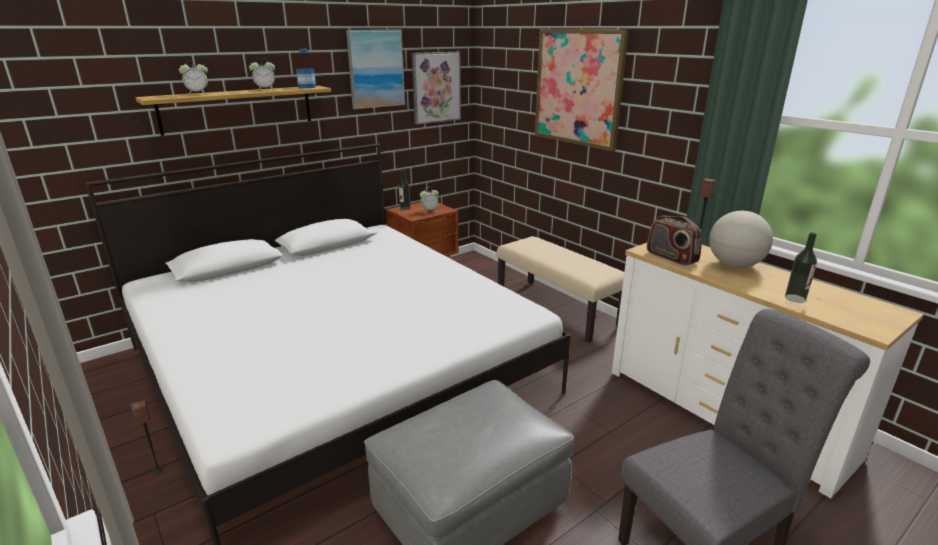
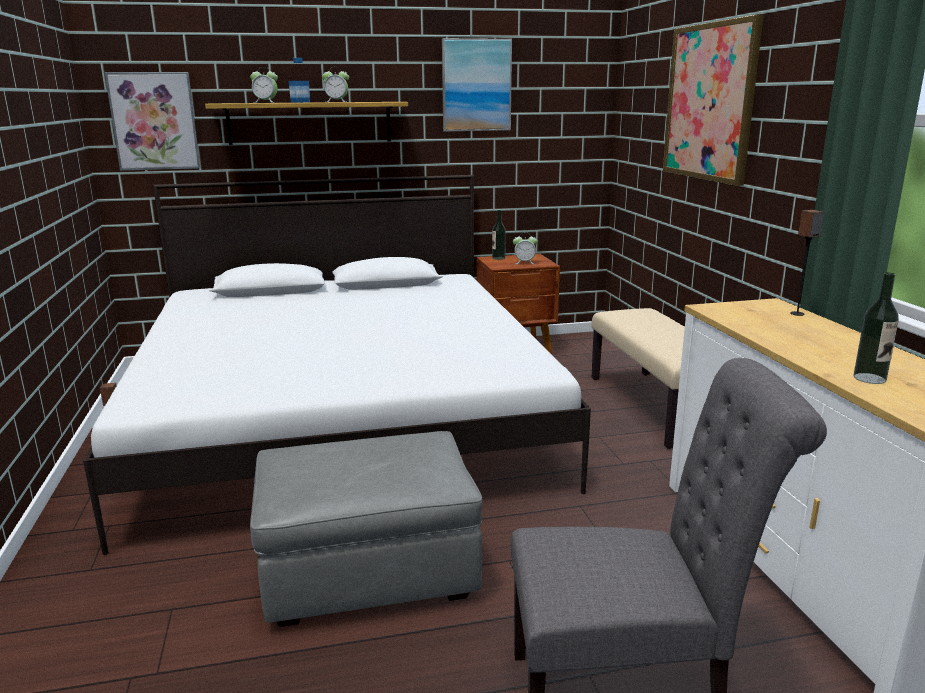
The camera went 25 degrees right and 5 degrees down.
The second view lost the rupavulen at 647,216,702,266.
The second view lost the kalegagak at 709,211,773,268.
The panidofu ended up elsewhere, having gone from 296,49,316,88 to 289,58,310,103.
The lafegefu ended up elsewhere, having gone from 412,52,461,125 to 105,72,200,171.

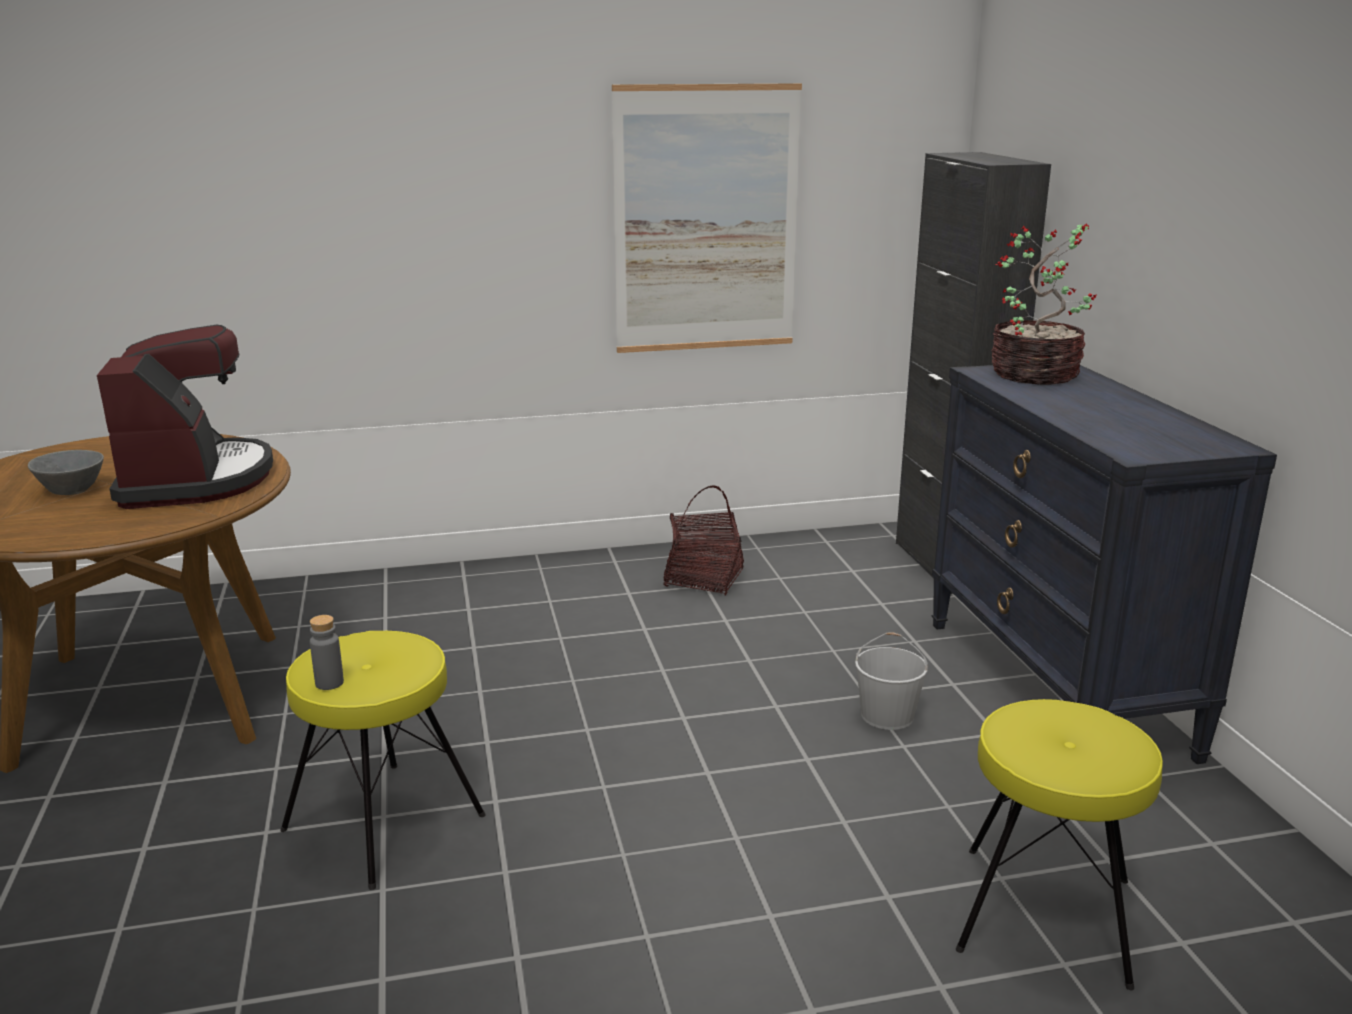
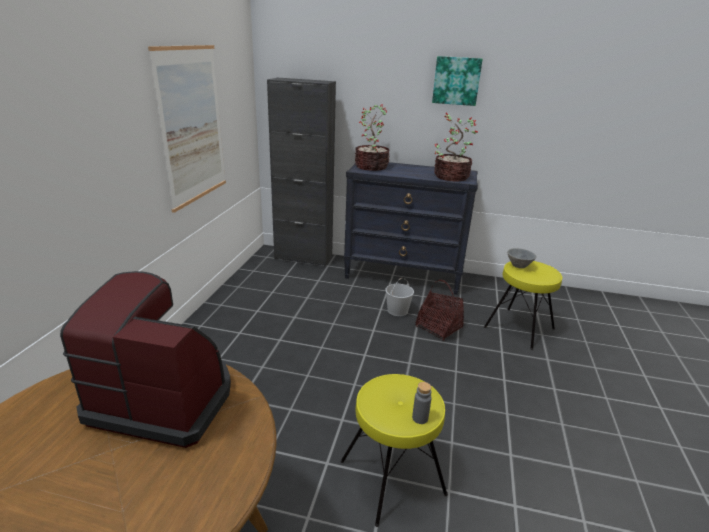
The camera went 65 degrees left and 5 degrees up.
The second view gained the lafegefu at 432,56,483,106.
The second view gained the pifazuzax at 434,112,478,181.
The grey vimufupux ended up elsewhere, having gone from 28,450,104,495 to 507,248,537,268.
The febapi ended up elsewhere, having gone from 664,486,744,596 to 415,280,464,341.

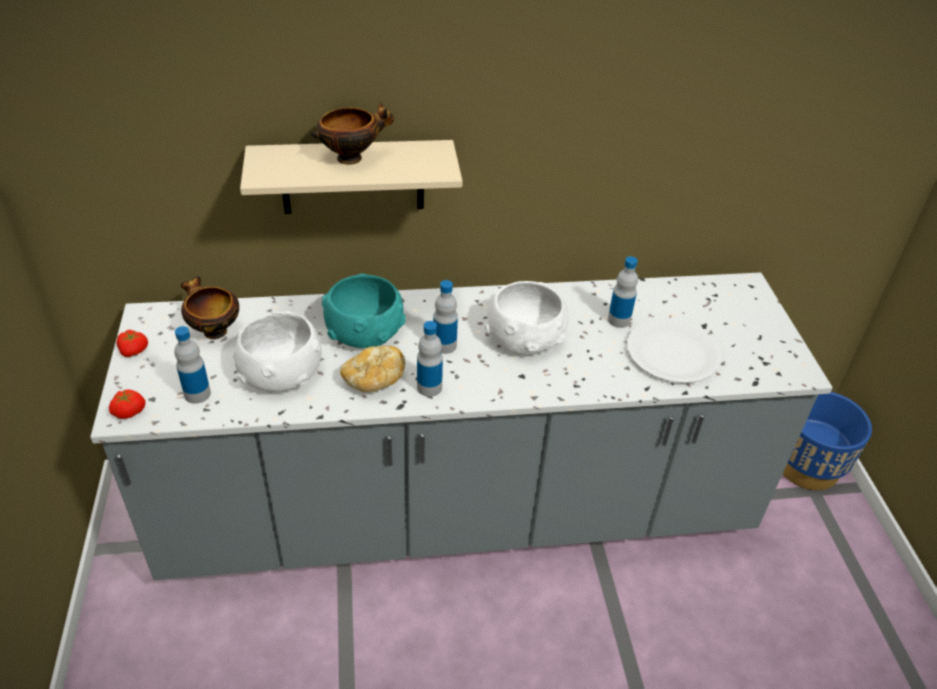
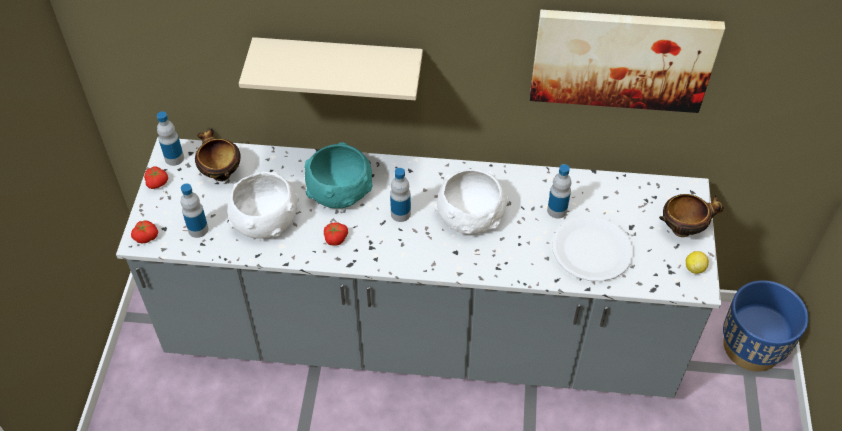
The camera went 15 degrees right and 10 degrees up.
The second view gained the lafegefu at 530,10,725,113.
The second view gained the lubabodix at 686,251,709,274.
The vimufupux ended up elsewhere, having gone from 311,102,394,165 to 659,194,724,237.
The panidofu ended up elsewhere, having gone from 417,321,443,397 to 157,111,184,166.
Where the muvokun stood at 340,346,405,392, the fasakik came to stand at 324,222,348,246.

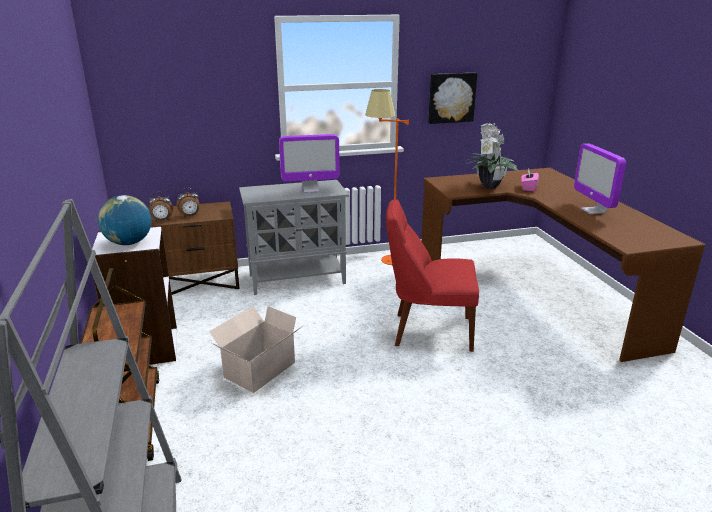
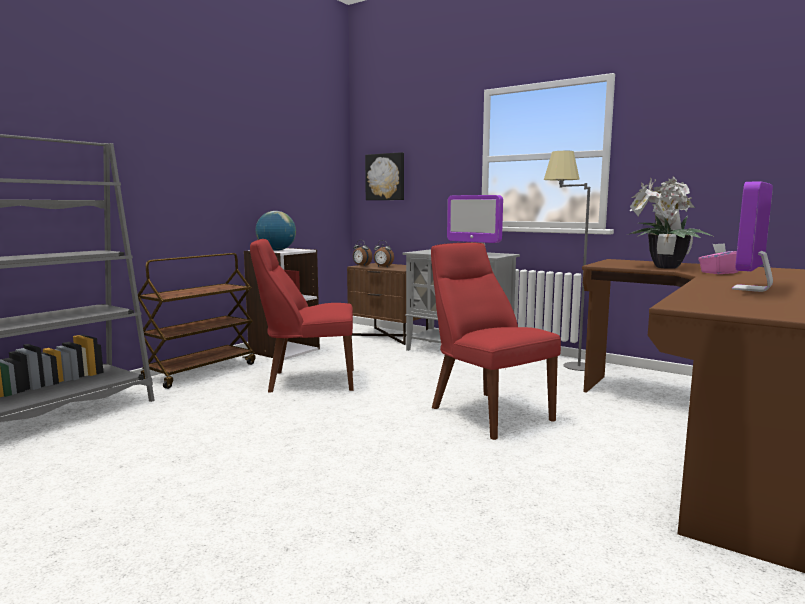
The camera went 50 degrees right and 15 degrees down.
The lafegefu ended up elsewhere, having gone from 428,73,477,124 to 365,152,404,200.
Where the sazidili stood at 209,306,301,393, the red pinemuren came to stand at 250,239,354,392.
What was the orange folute at 365,89,409,265 turned into the grey folute at 544,151,590,371.

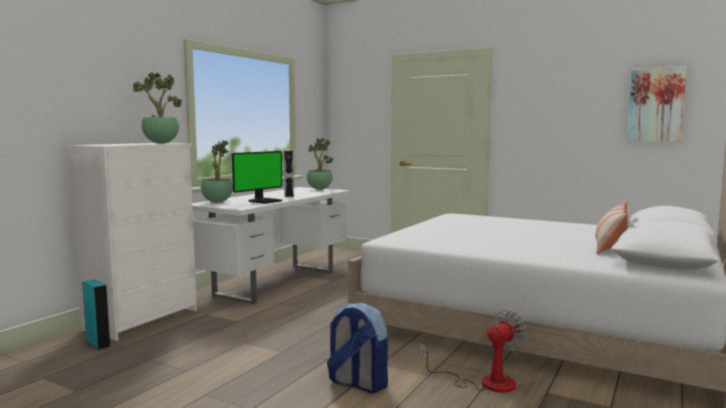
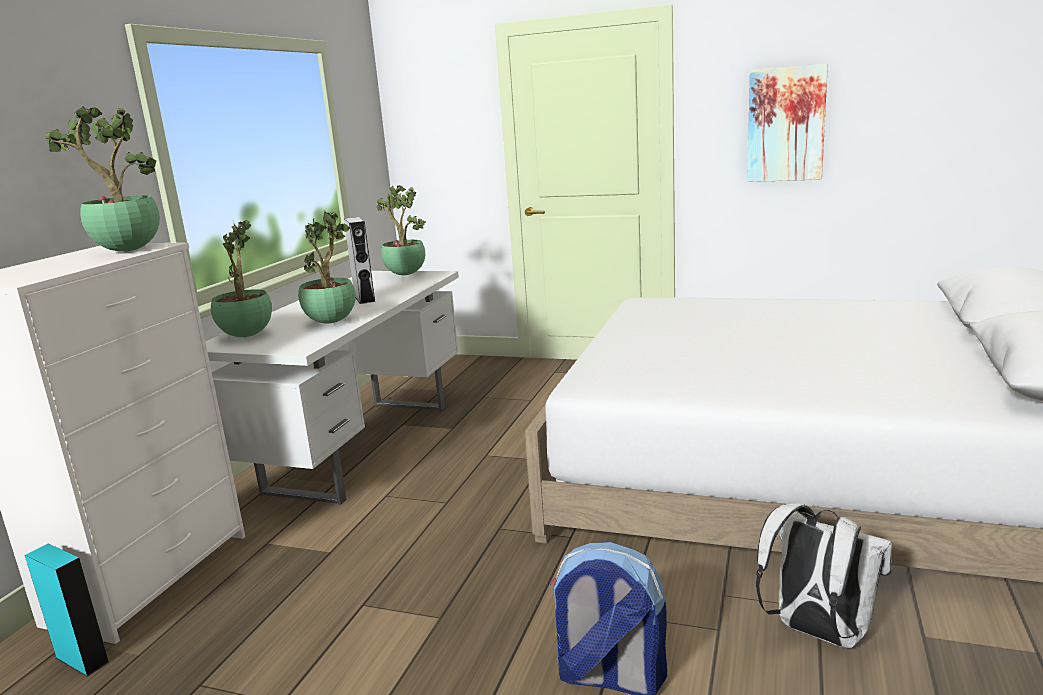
The camera went 10 degrees left and 10 degrees up.
The second view lost the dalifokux at 595,201,628,254.
The lafegefu ended up elsewhere, having gone from 627,66,687,142 to 747,64,828,182.
Where the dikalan stood at 232,151,282,204, the pifazuzax came to stand at 298,211,356,324.
Where the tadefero stood at 420,310,527,393, the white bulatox came to stand at 756,503,892,648.

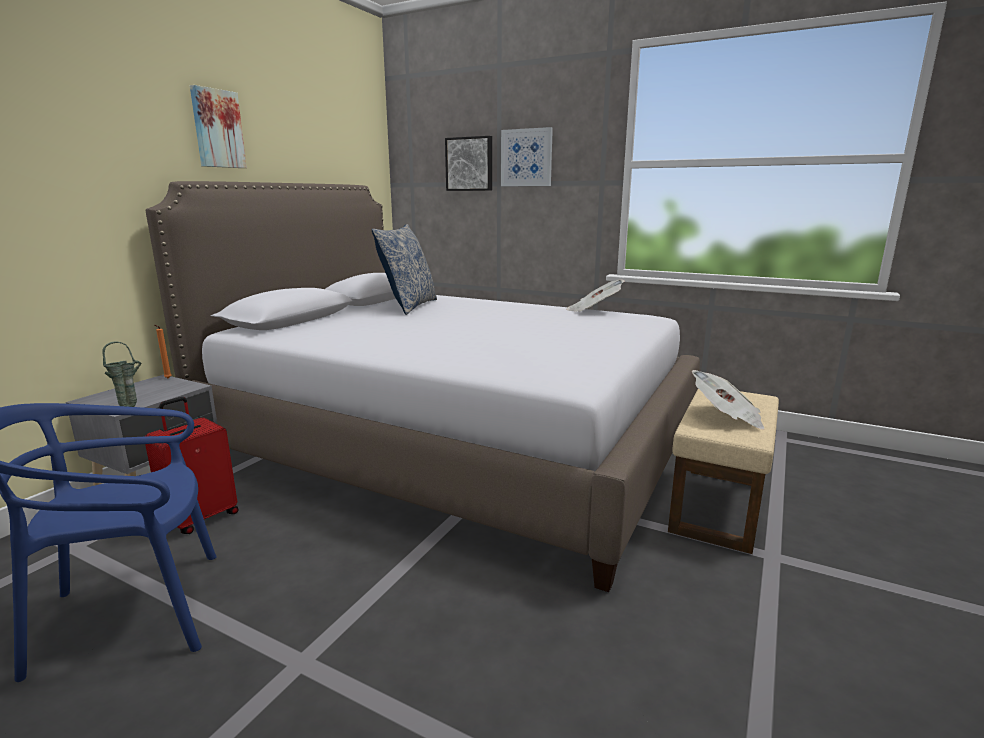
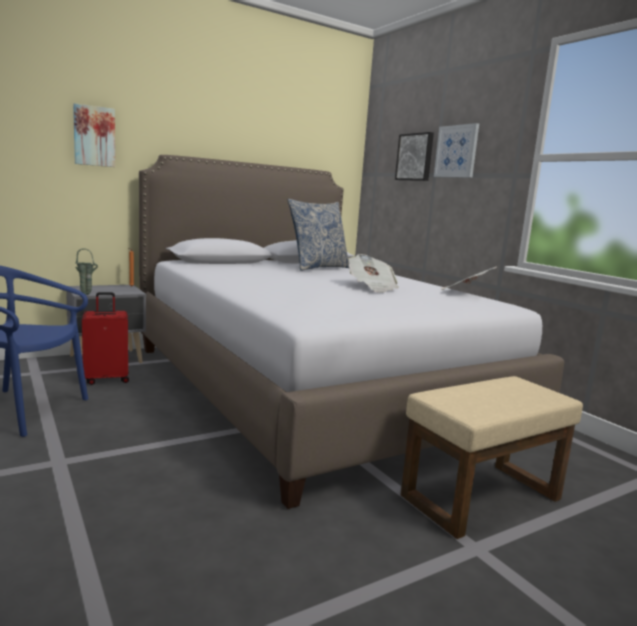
The camera went 30 degrees right and 5 degrees down.
The lafegefu ended up elsewhere, having gone from 190,85,247,168 to 73,103,115,167.
The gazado ended up elsewhere, having gone from 692,370,765,430 to 348,254,399,293.

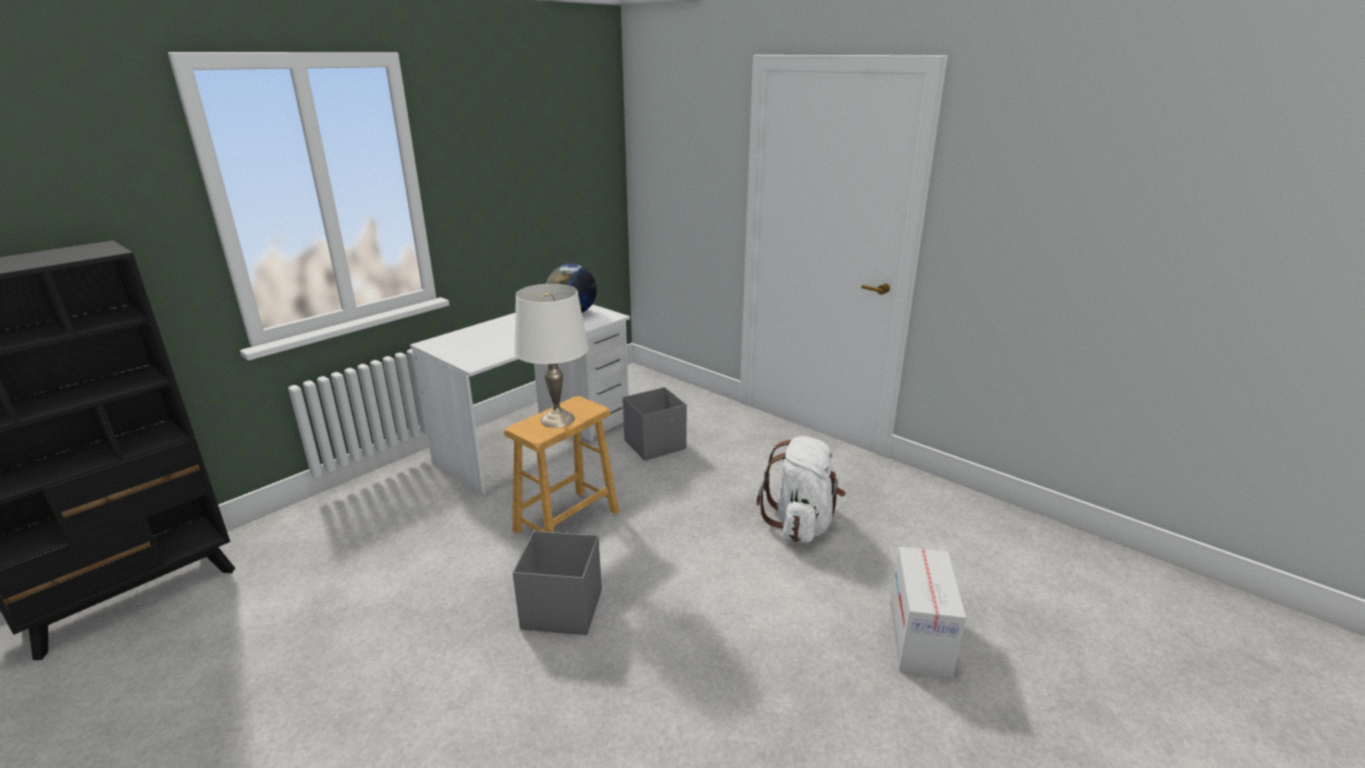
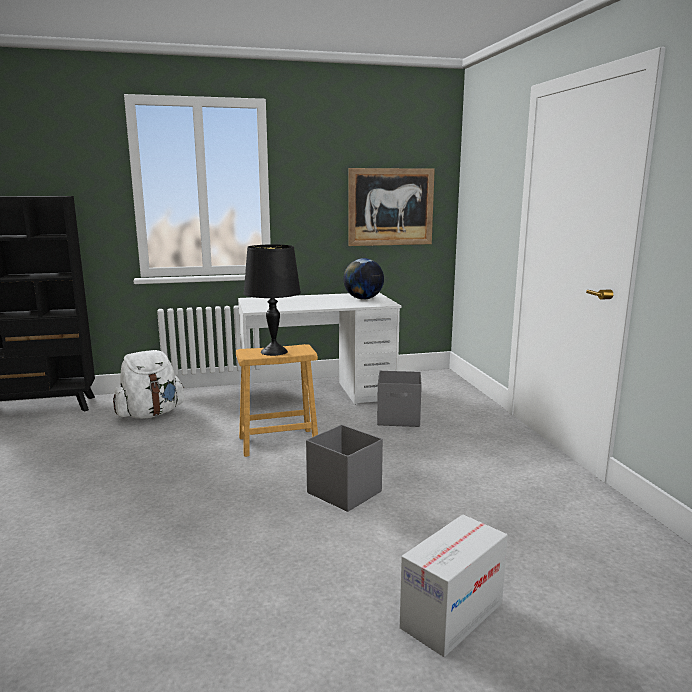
The camera went 35 degrees right and 10 degrees down.
The second view gained the lafegefu at 349,168,435,246.
The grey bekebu ended up elsewhere, having gone from 513,531,602,635 to 306,425,383,512.
The white bulatox ended up elsewhere, having gone from 757,436,846,543 to 113,350,184,419.
What was the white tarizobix at 514,284,589,428 turned into the black tarizobix at 243,244,301,356.

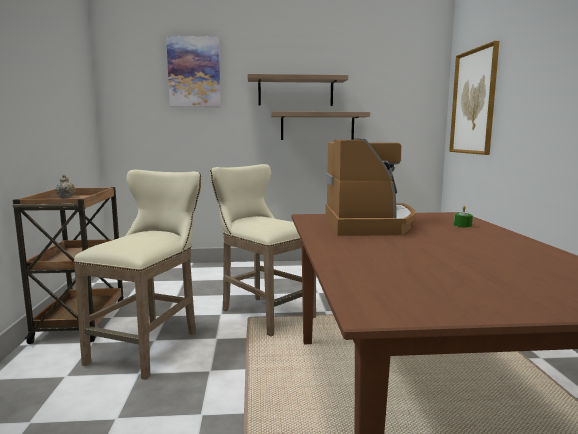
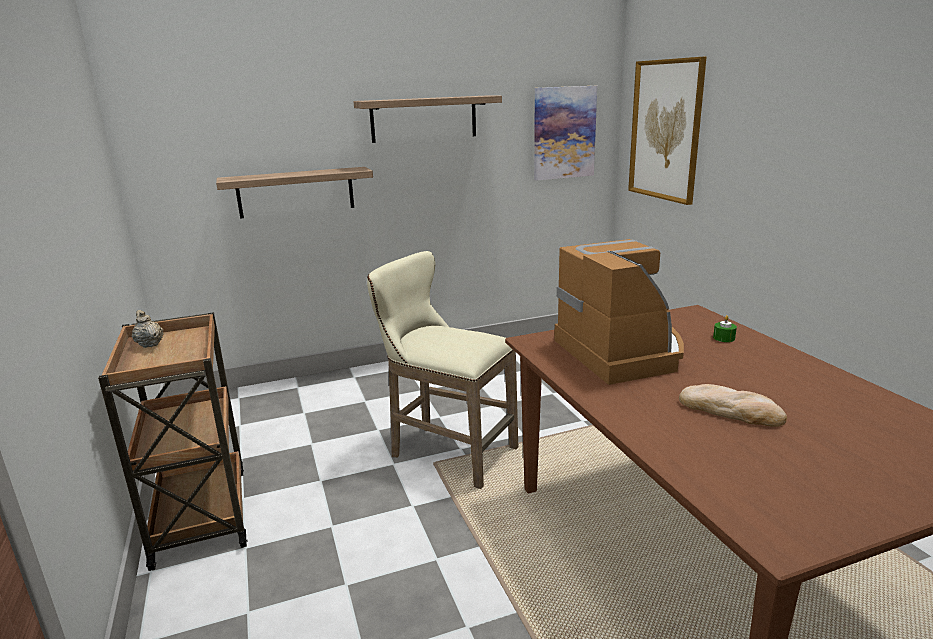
The camera went 15 degrees left and 10 degrees up.
The second view lost the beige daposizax at 73,170,202,380.
The second view gained the muvokun at 679,384,787,427.
The lafegefu ended up elsewhere, having gone from 166,36,221,107 to 534,86,597,181.
The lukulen ended up elsewhere, having gone from 271,111,370,140 to 216,167,373,219.

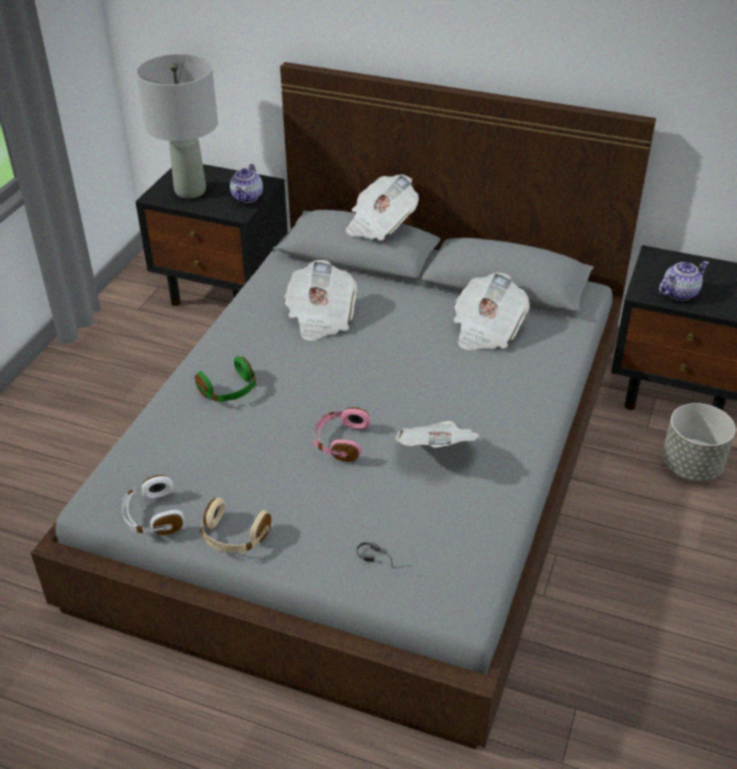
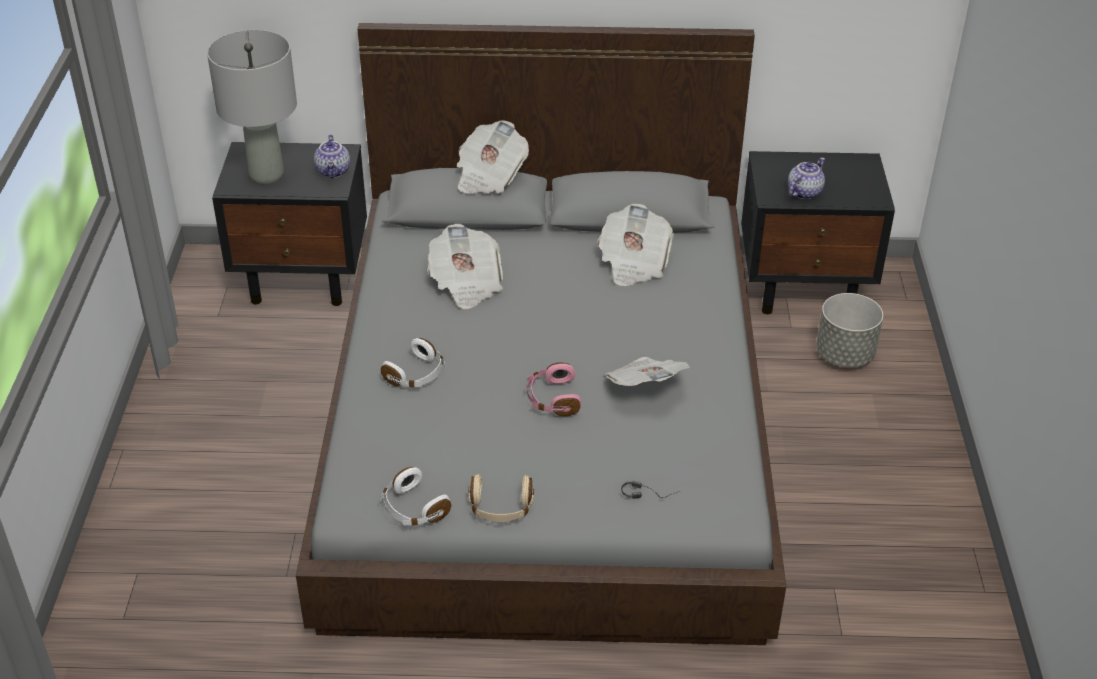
The camera went 20 degrees left and 0 degrees up.
What was the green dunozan at 195,356,256,402 turned into the white dunozan at 381,338,445,387.

